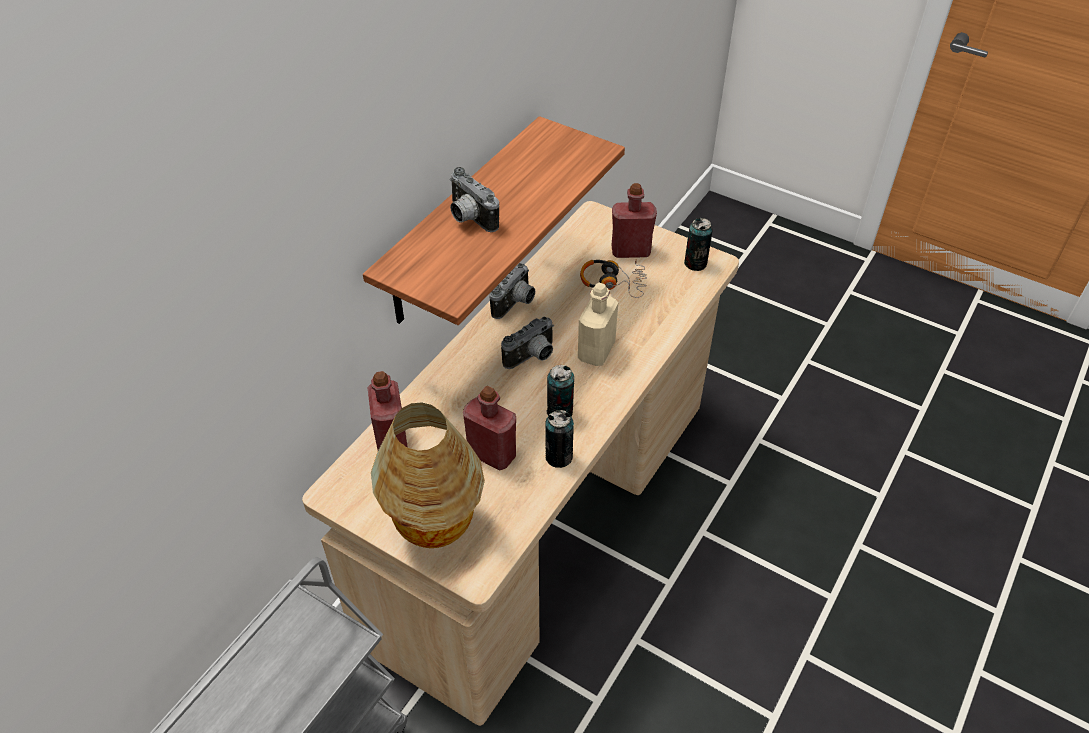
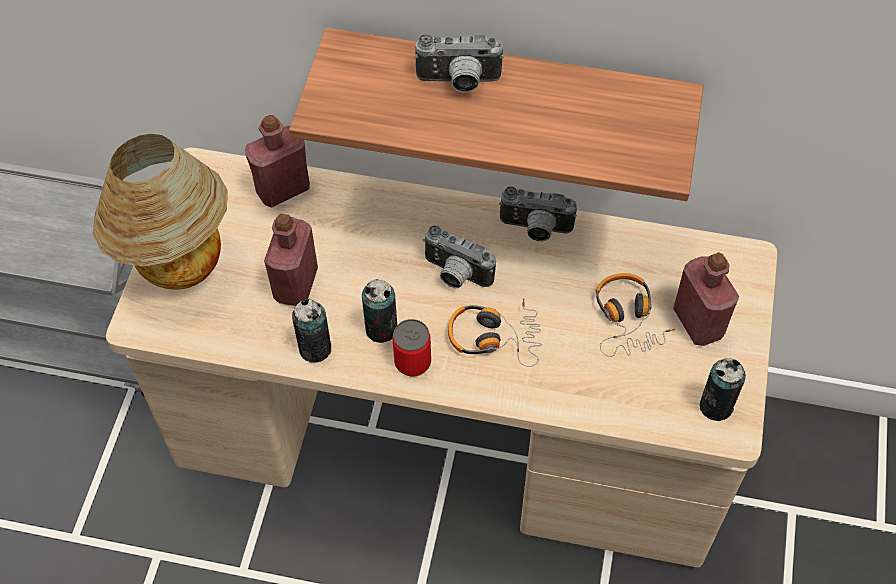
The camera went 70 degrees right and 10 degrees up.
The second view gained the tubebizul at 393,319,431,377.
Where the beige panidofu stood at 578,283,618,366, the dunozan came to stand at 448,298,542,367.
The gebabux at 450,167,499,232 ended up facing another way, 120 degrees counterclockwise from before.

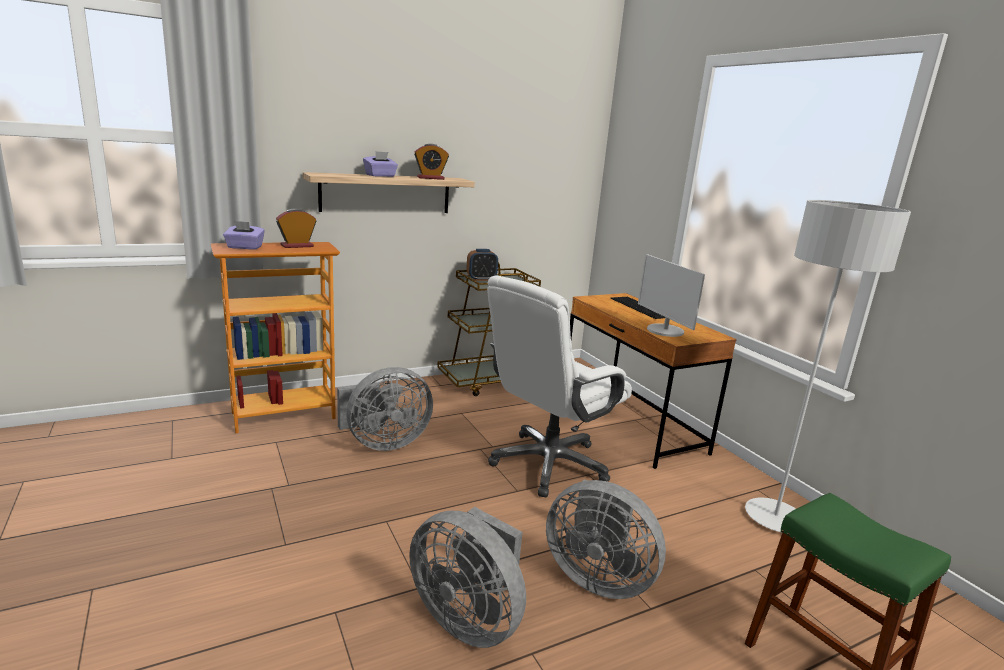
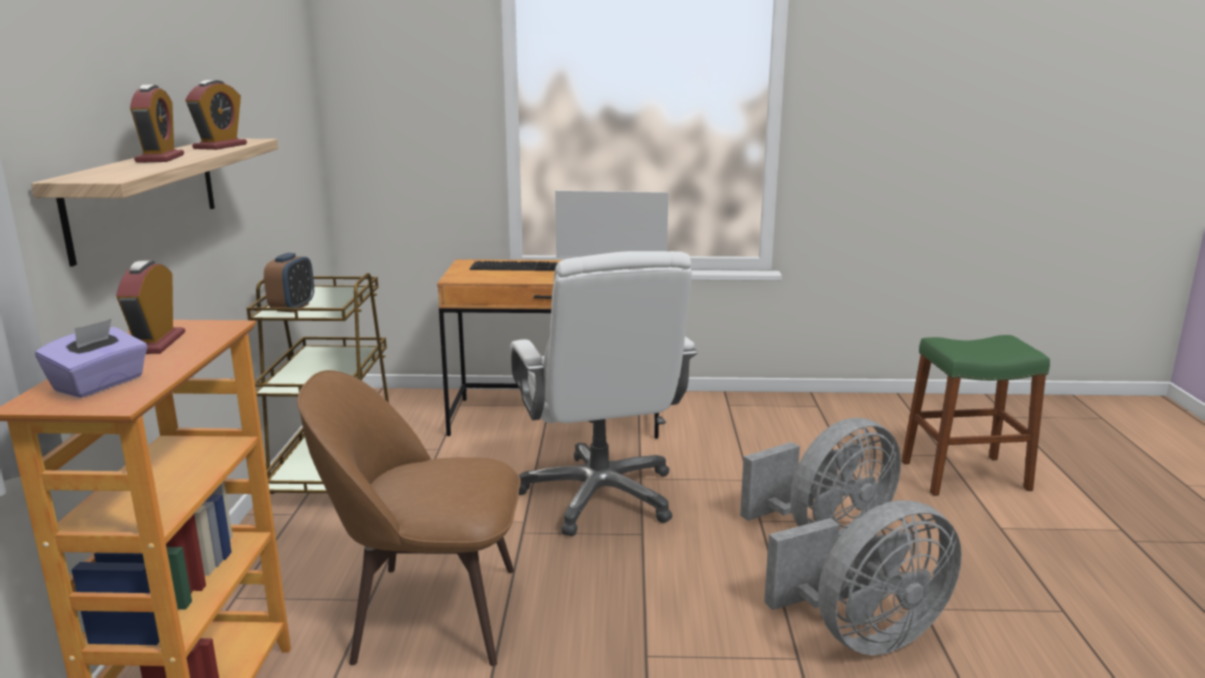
The camera went 60 degrees left and 0 degrees up.
The second view lost the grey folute at 745,200,911,533.
Where the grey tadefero stood at 337,367,433,451, the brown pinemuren came to stand at 297,370,521,666.
Where the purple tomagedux stood at 363,151,398,177, the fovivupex came to stand at 130,85,184,163.

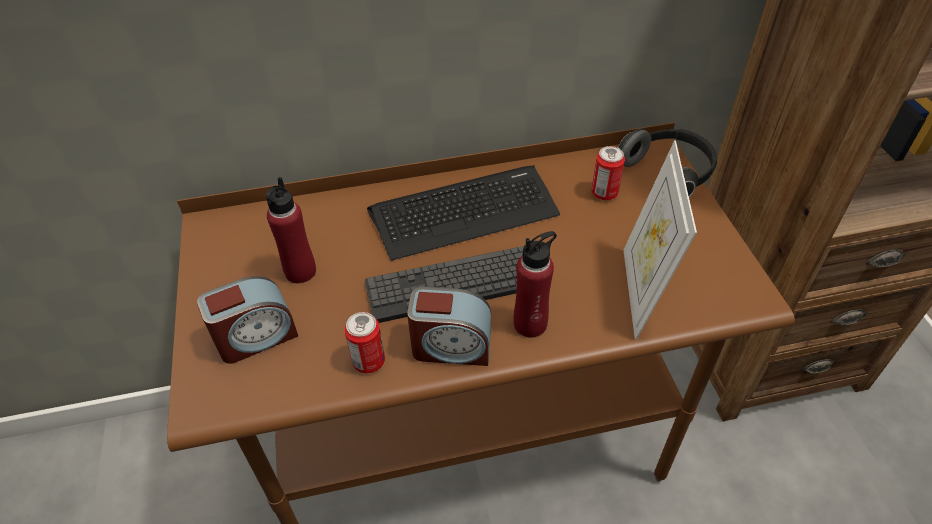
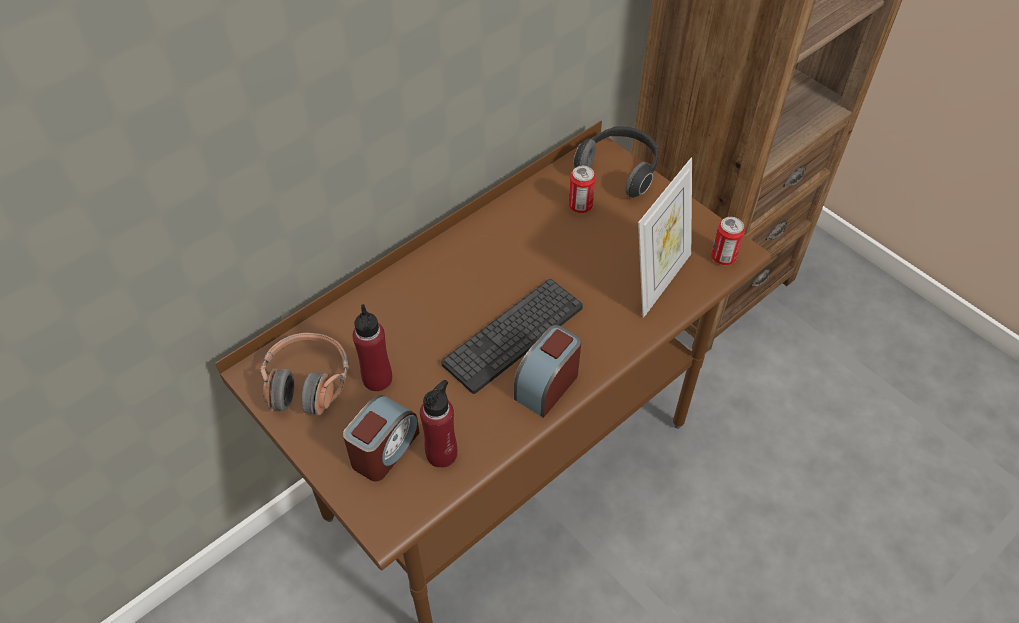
The camera went 30 degrees left and 5 degrees up.
The second view lost the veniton at 367,165,560,261.
The second view gained the dunozan at 260,333,349,416.
The tubebizul ended up elsewhere, having gone from 345,312,385,374 to 711,217,745,265.
The red panidofu ended up elsewhere, having gone from 513,231,557,338 to 420,380,457,468.
The fovivupex at 407,286,491,366 ended up facing another way, 150 degrees clockwise from before.
The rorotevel at 623,140,697,340 ended up facing another way, 120 degrees counterclockwise from before.

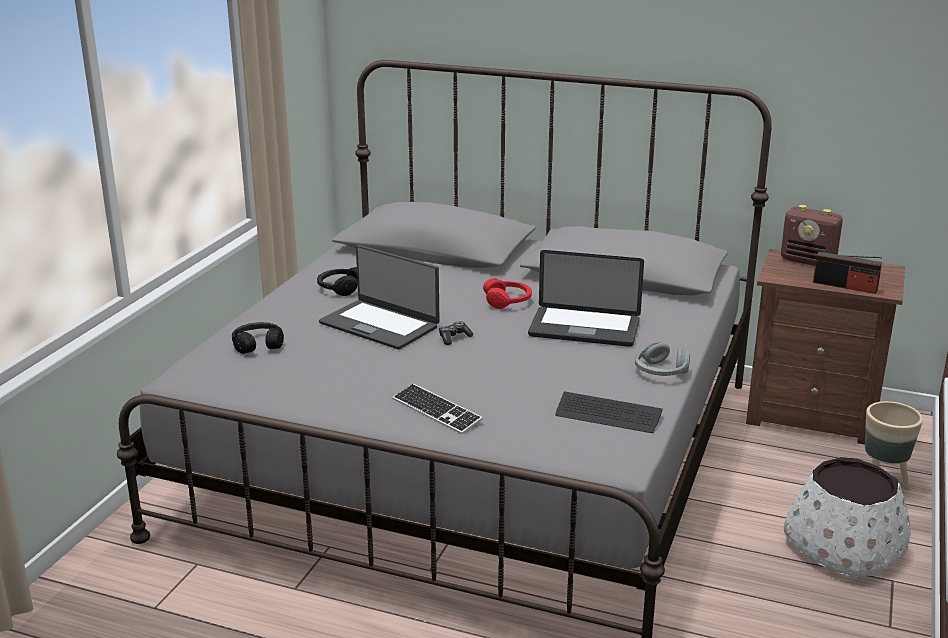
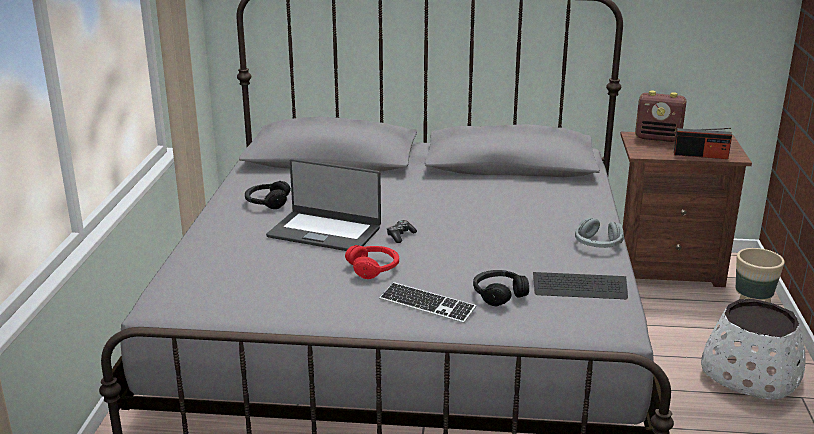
The camera went 15 degrees left and 0 degrees up.
The second view lost the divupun at 528,250,644,347.
The black dunozan ended up elsewhere, having gone from 232,322,284,354 to 473,270,529,306.
The red dunozan ended up elsewhere, having gone from 483,278,532,309 to 345,245,399,279.

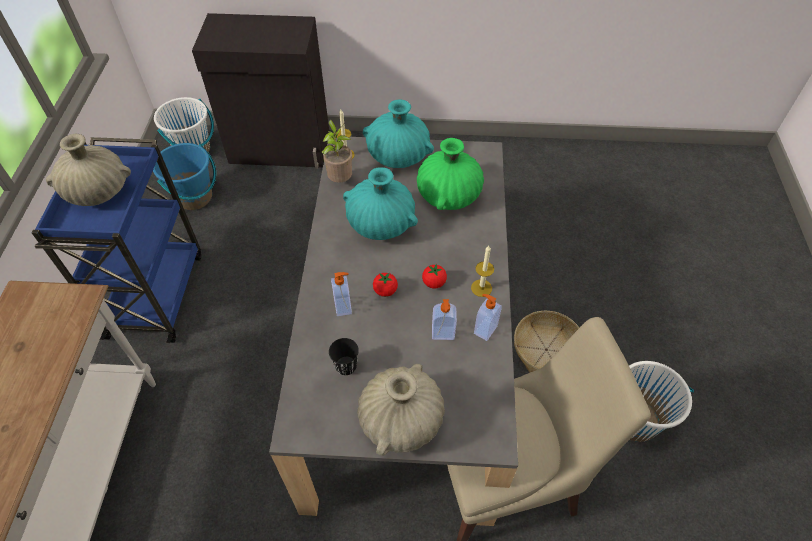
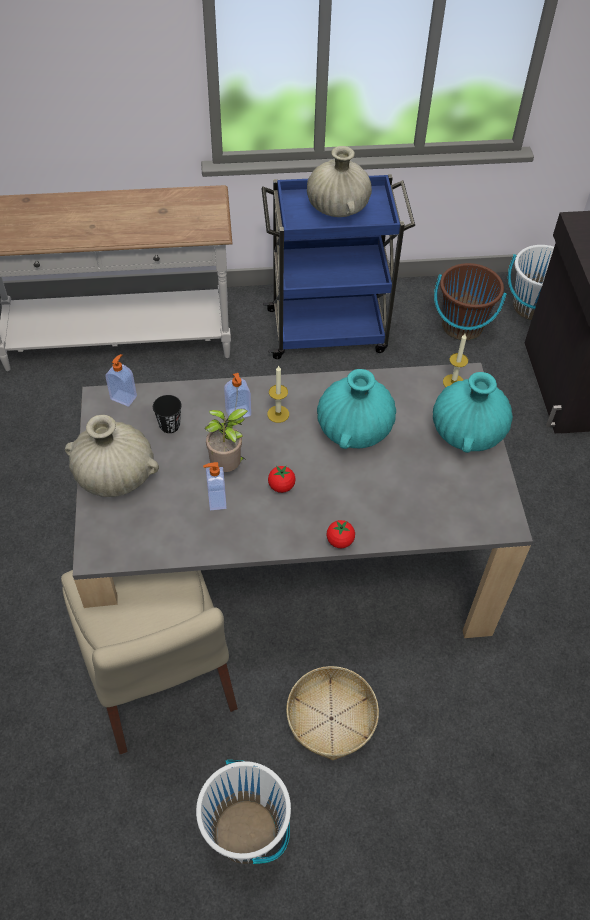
The camera went 80 degrees right and 0 degrees up.
The second view lost the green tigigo at 417,138,484,210.
The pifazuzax ended up elsewhere, having gone from 322,120,352,183 to 205,409,248,472.
The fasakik ended up elsewhere, having gone from 373,272,398,297 to 327,520,355,548.
The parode ended up elsewhere, having gone from 471,246,494,297 to 267,365,289,423.
The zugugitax ended up elsewhere, having gone from 474,294,502,341 to 105,354,137,406.
What was the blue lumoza at 153,143,216,210 turned into the brown lumoza at 434,263,507,341.

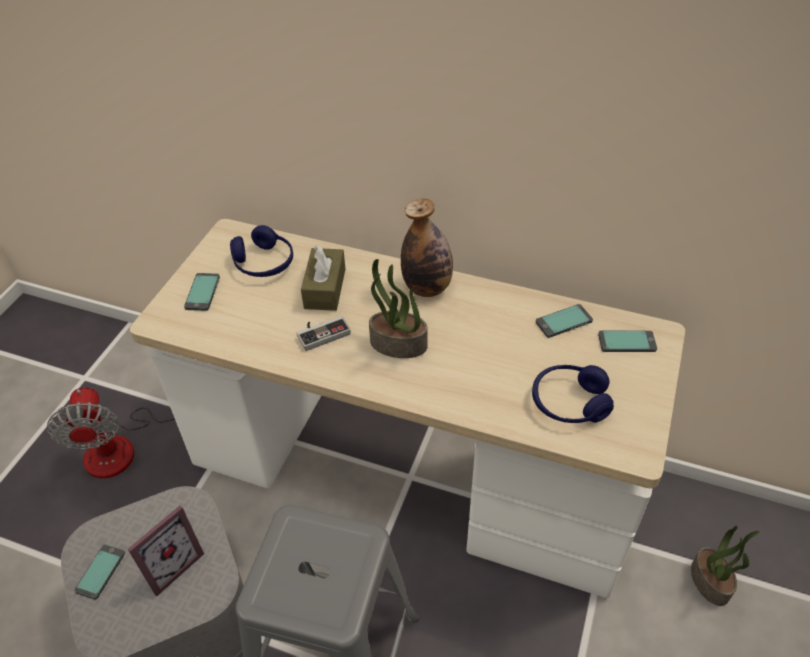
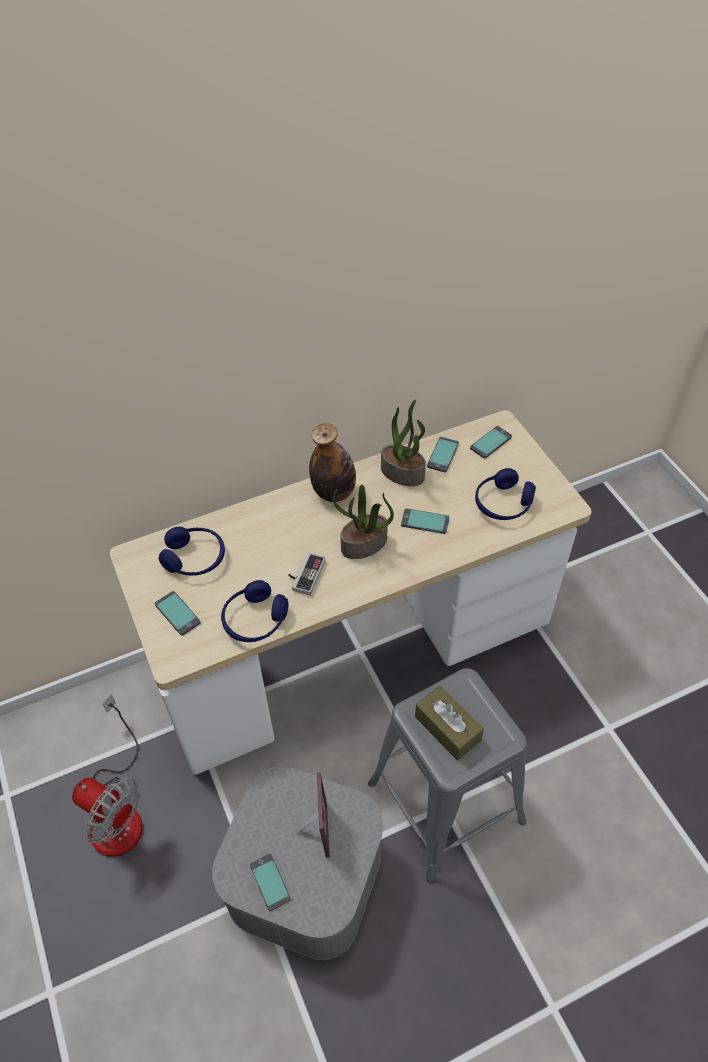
The camera went 45 degrees left and 5 degrees up.
The second view gained the blue dunozan at 221,580,288,642.
The second view gained the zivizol at 401,508,449,534.
The brown tomagedux ended up elsewhere, having gone from 301,246,345,311 to 415,685,484,760.
The pifazuzax ended up elsewhere, having gone from 691,526,760,606 to 381,399,426,486.

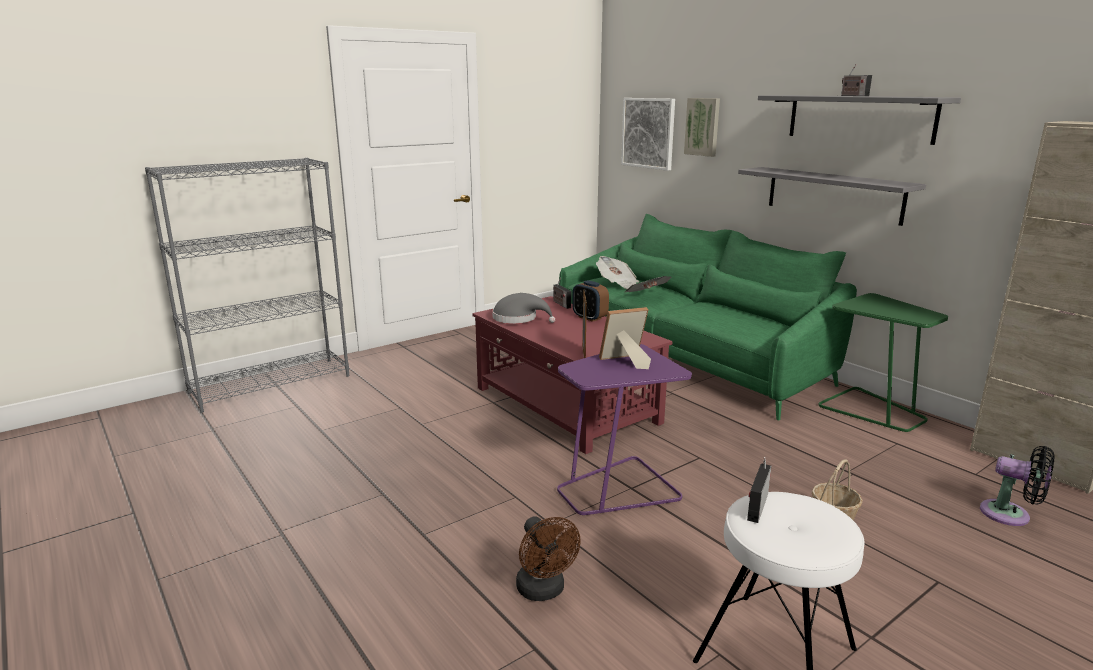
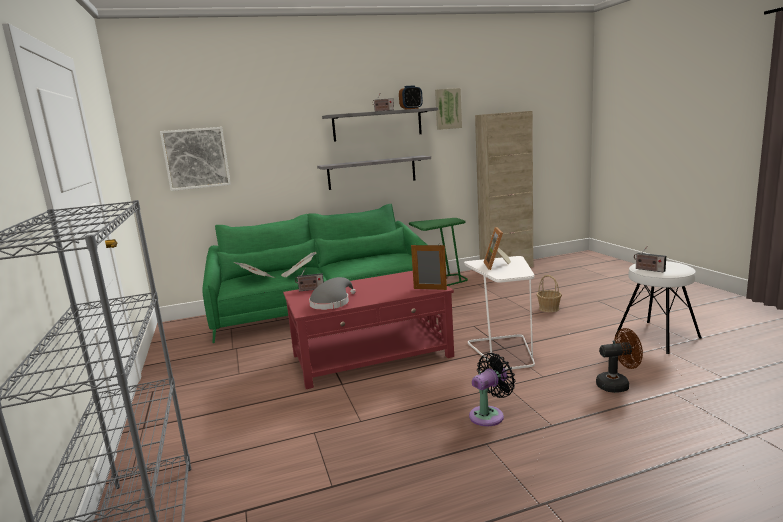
The camera went 70 degrees left and 5 degrees down.
The fovivupex ended up elsewhere, having gone from 572,280,609,322 to 399,86,423,110.
The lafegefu ended up elsewhere, having gone from 684,98,720,157 to 435,88,462,130.
The black tadefero ended up elsewhere, having gone from 980,446,1054,526 to 469,353,516,426.
What was the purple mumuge at 557,344,692,515 turned into the white mumuge at 464,256,535,370.

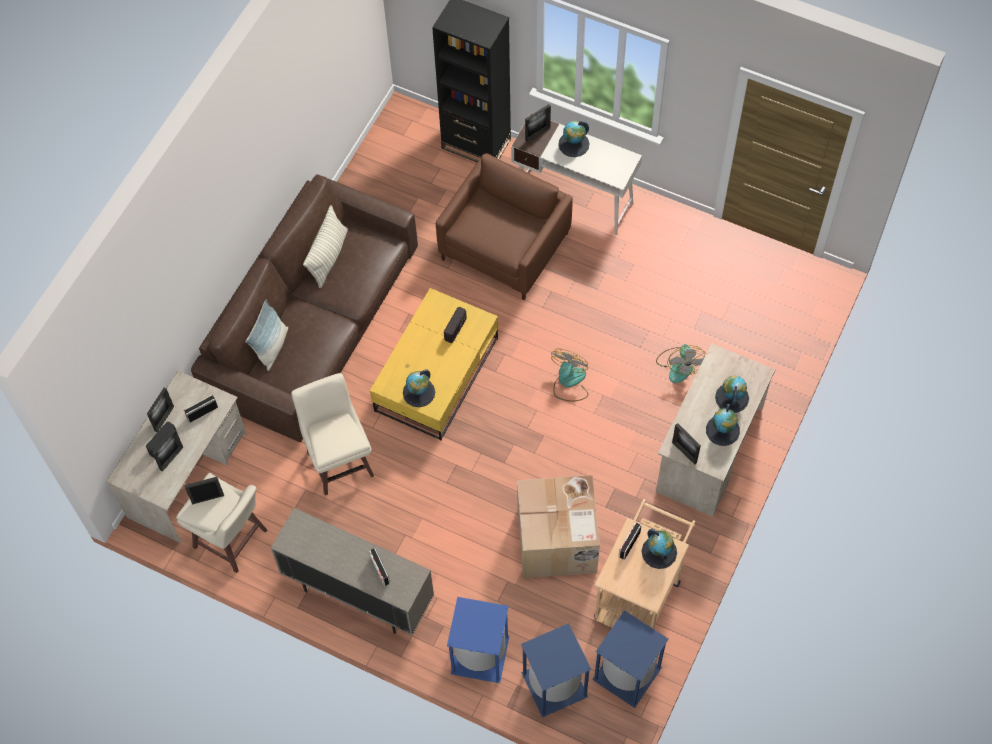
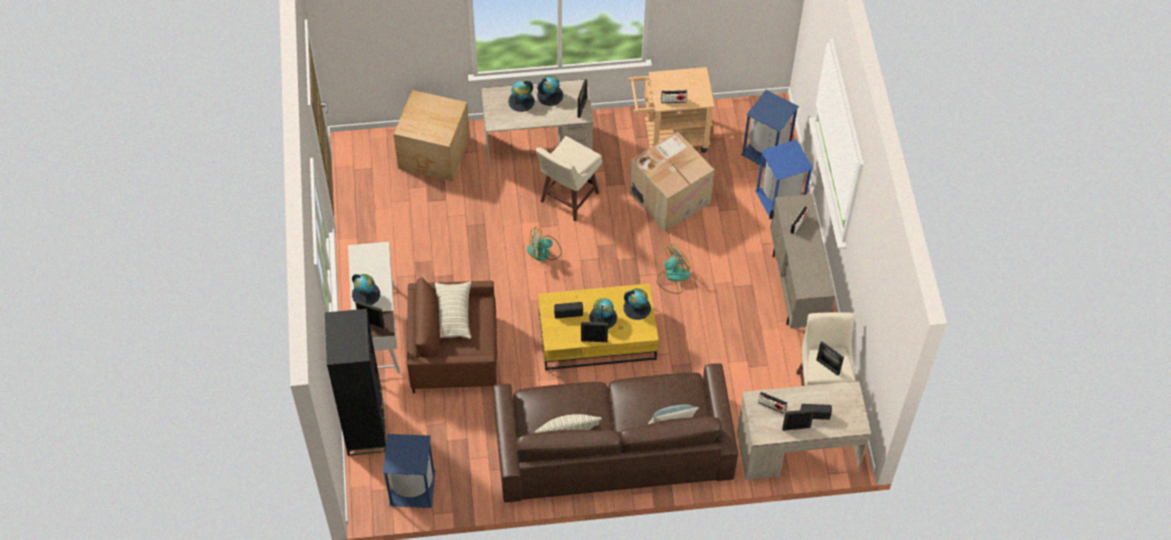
The camera went 125 degrees left and 5 degrees down.
The second view gained the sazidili at 393,90,470,181.
The second view gained the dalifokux at 435,282,471,339.
The rorotevel ended up elsewhere, having gone from 152,428,183,472 to 581,322,608,342.
The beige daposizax ended up elsewhere, having gone from 291,373,374,495 to 536,136,602,222.
The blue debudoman ended up elsewhere, having gone from 592,610,669,708 to 383,434,436,508.
The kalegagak ended up elsewhere, having gone from 642,529,677,569 to 589,298,617,329.
The tadefero ended up elsewhere, having gone from 656,344,706,383 to 656,244,691,294.

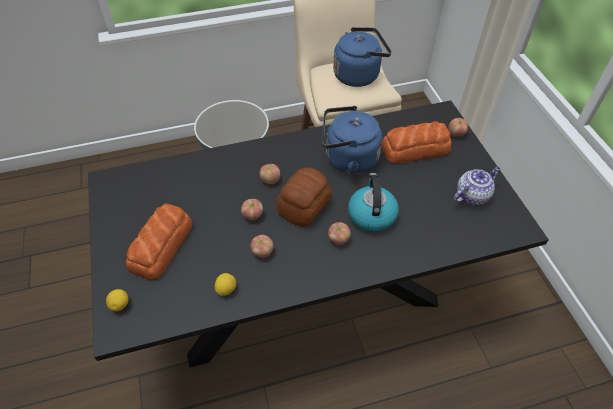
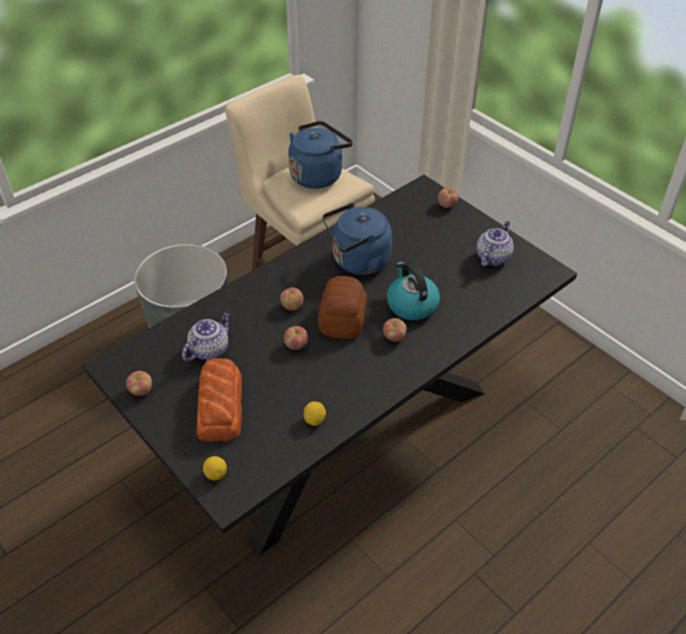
The camera went 25 degrees left and 5 degrees down.
The second view lost the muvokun at 382,121,451,164.
The second view gained the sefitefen at 182,311,231,361.
The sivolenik ended up elsewhere, having gone from 251,235,274,258 to 126,371,152,396.

